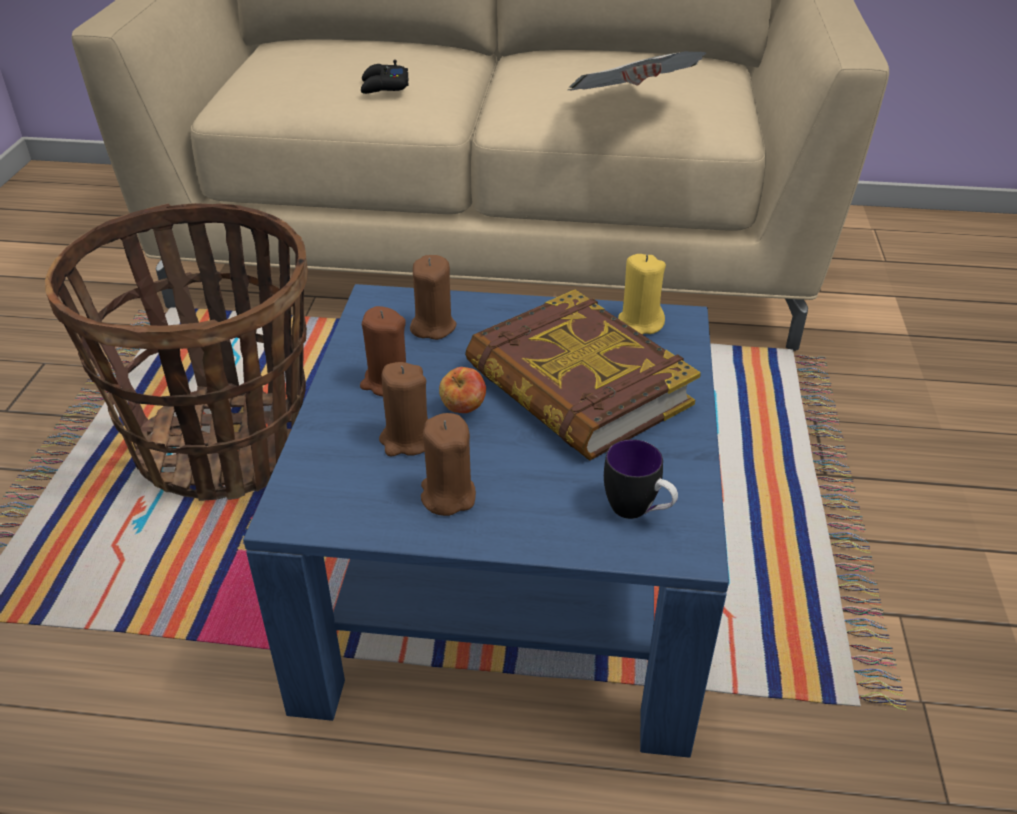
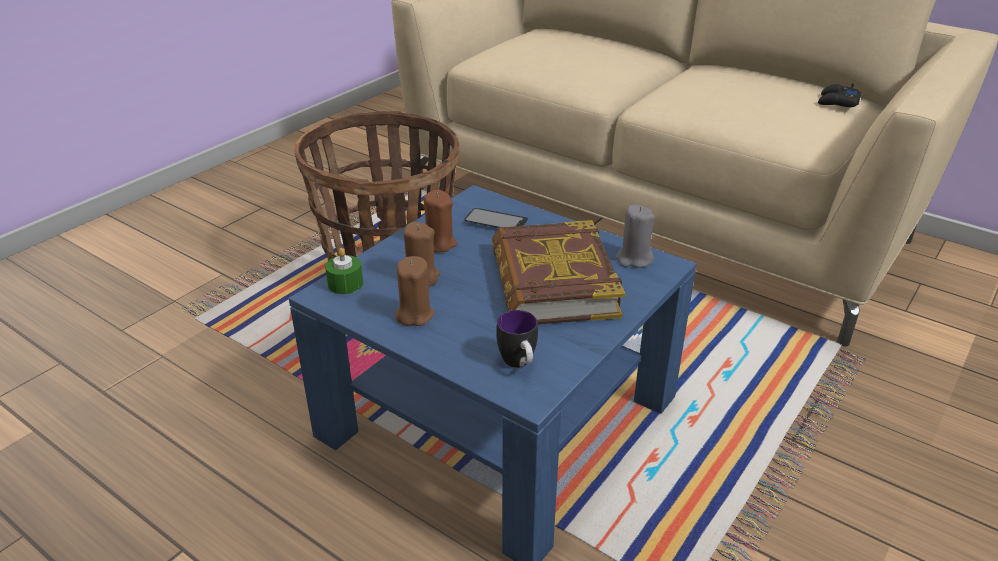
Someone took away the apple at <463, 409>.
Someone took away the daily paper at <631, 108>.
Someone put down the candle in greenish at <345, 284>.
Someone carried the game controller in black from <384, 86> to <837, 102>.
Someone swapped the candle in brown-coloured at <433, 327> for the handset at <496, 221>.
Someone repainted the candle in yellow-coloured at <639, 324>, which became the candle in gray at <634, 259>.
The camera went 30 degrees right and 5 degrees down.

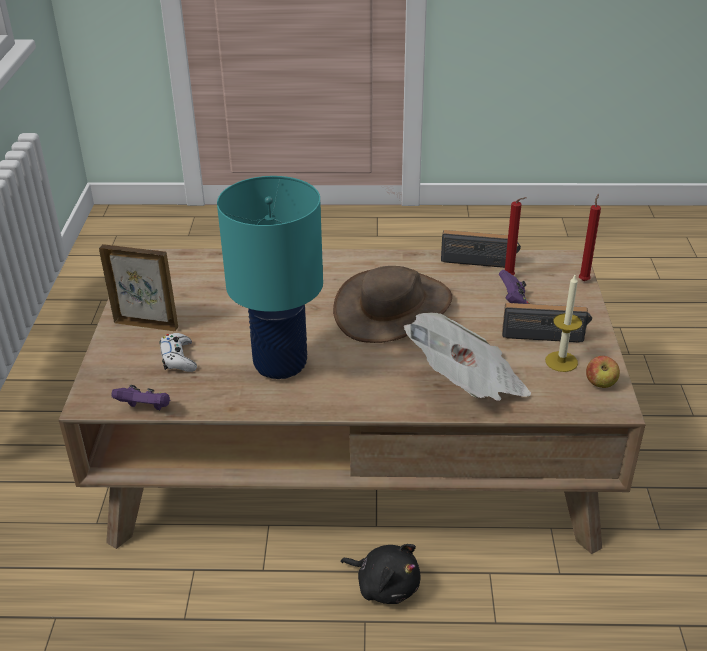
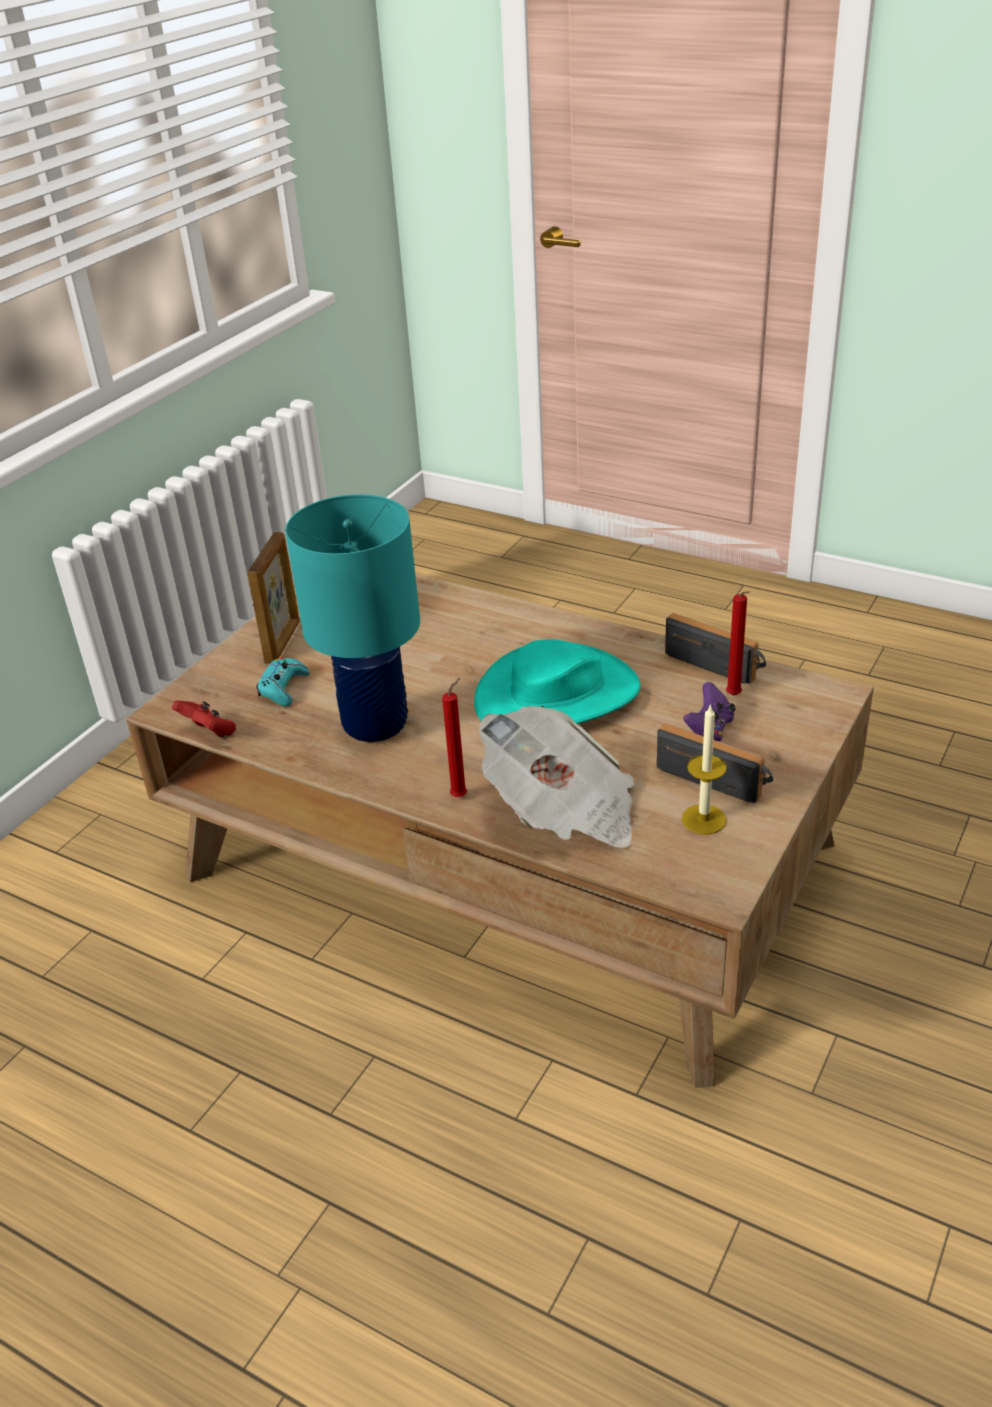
Someone took away the soft toy in black at <385, 585>.
Someone took away the apple at <600, 384>.
Someone carried the candle in reddish from <584, 280> to <461, 795>.
Someone repainted the game controller in purple-coloured at <145, 409>, which became the game controller in reddish at <209, 732>.
Someone repainted the game controller in white at <178, 358>, which became the game controller in turquoise-coloured at <283, 688>.
Someone repainted the hat in brown-coloured at <393, 308>, which became the hat in turquoise-coloured at <557, 695>.
Someone rotated the picture frame at <146, 324> by 60 degrees clockwise.
The camera went 30 degrees right and 0 degrees up.

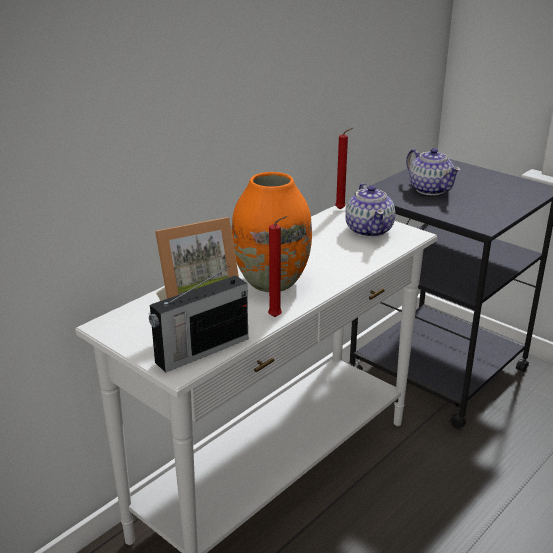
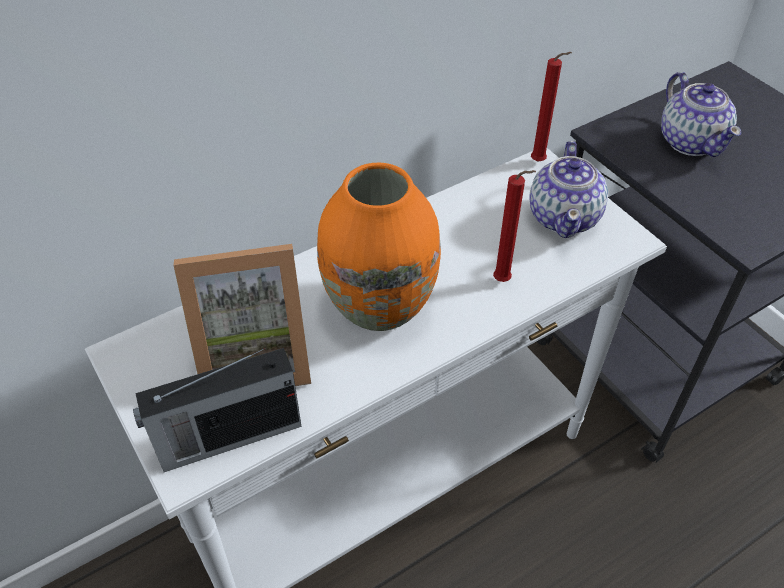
Someone carried the candle in reddish from <277, 317> to <504, 281>.
The camera went 15 degrees right and 20 degrees up.

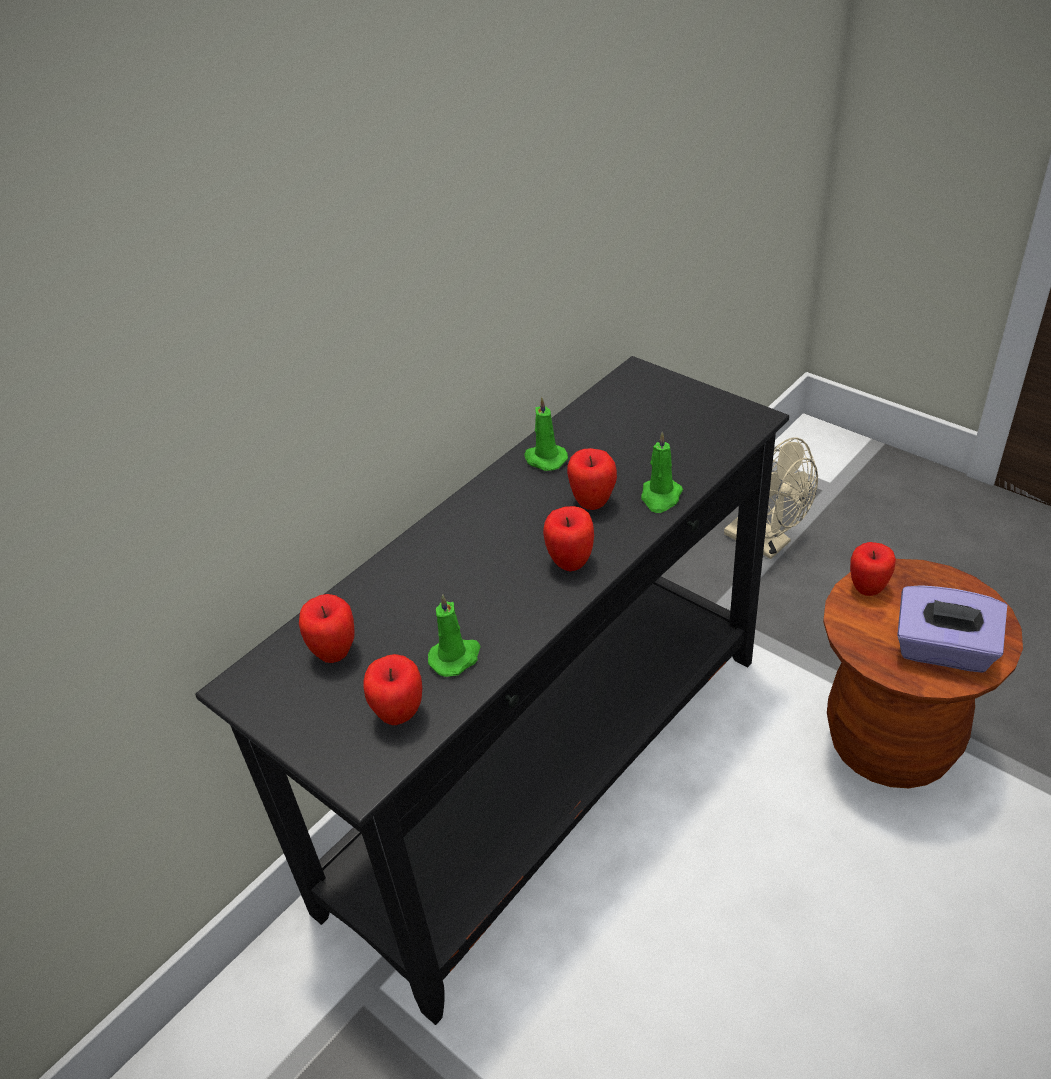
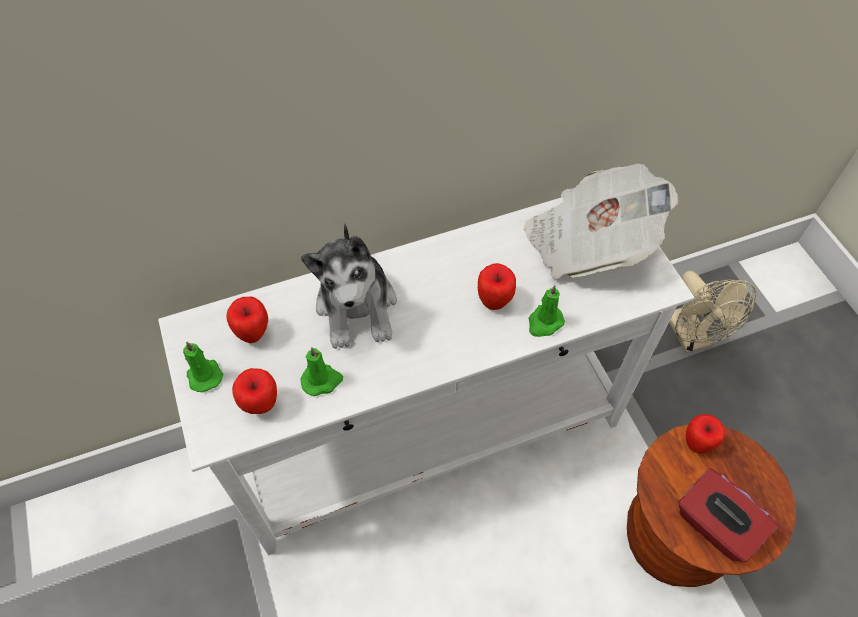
Someone took away the apple at <570, 562>.
Someone put down the soft toy at <357, 306>.
Someone put down the daily paper at <589, 243>.
Someone carried the candle in greenish from <544, 459> to <204, 374>.
Someone repainted the hall table in black at <549, 775>, which became the hall table in white at <430, 433>.
Someone repainted the tissue box in purple-coloured at <943, 650>, which became the tissue box in reddish at <715, 525>.
The camera went 25 degrees right and 15 degrees up.

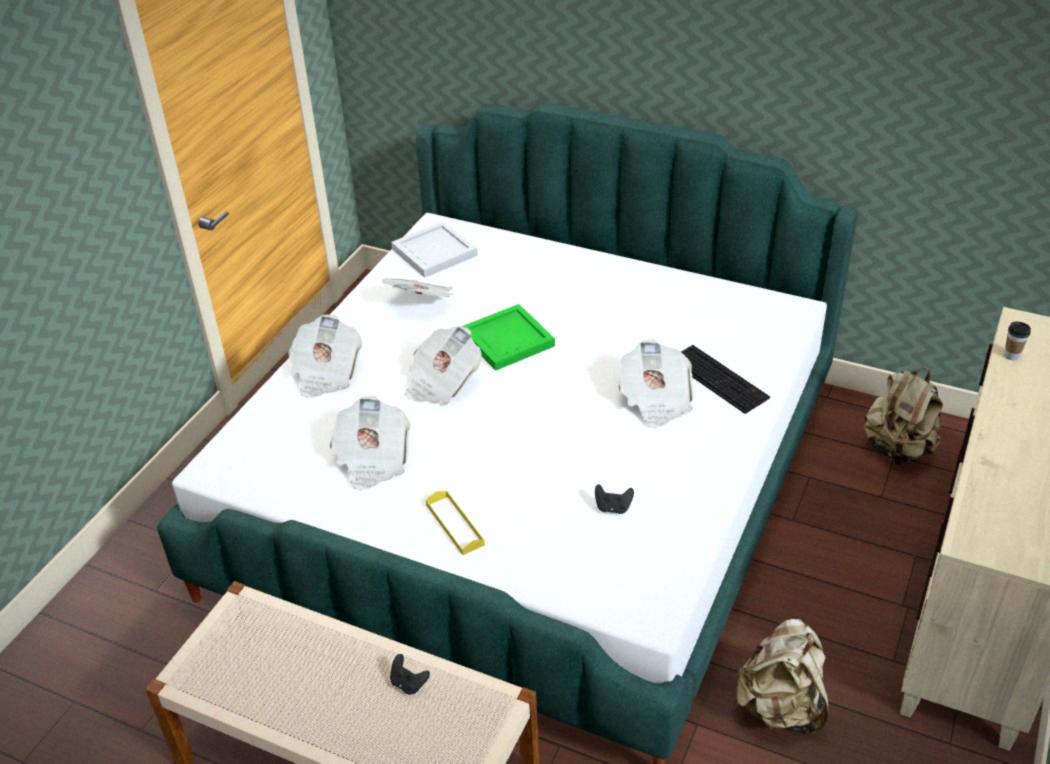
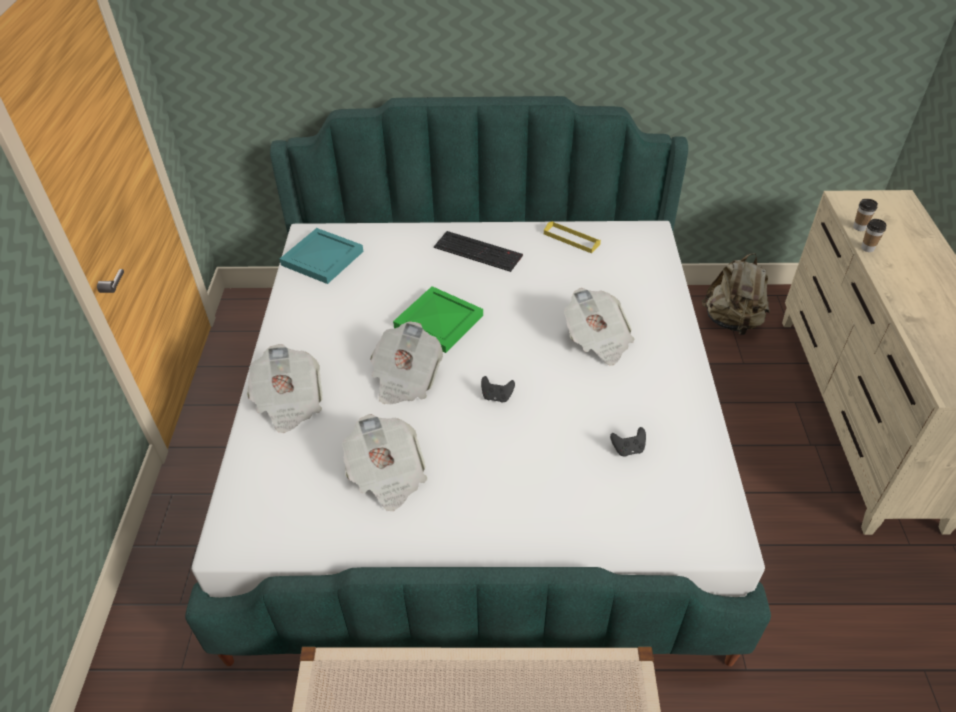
Someone took away the daily paper at <423, 302>.
Someone took away the knapsack in beige-coloured at <780, 706>.
Someone put down the drinking cup at <867, 248>.
Someone carried the game controller in black from <408, 683> to <497, 396>.
Someone carried the carrying tray in yellow-coloured from <455, 525> to <571, 239>.
Someone carried the keyboard from <720, 379> to <479, 251>.
Someone repainted the carrying tray in white at <434, 253>, which became the carrying tray in turquoise-coloured at <322, 259>.
The camera went 25 degrees left and 5 degrees up.

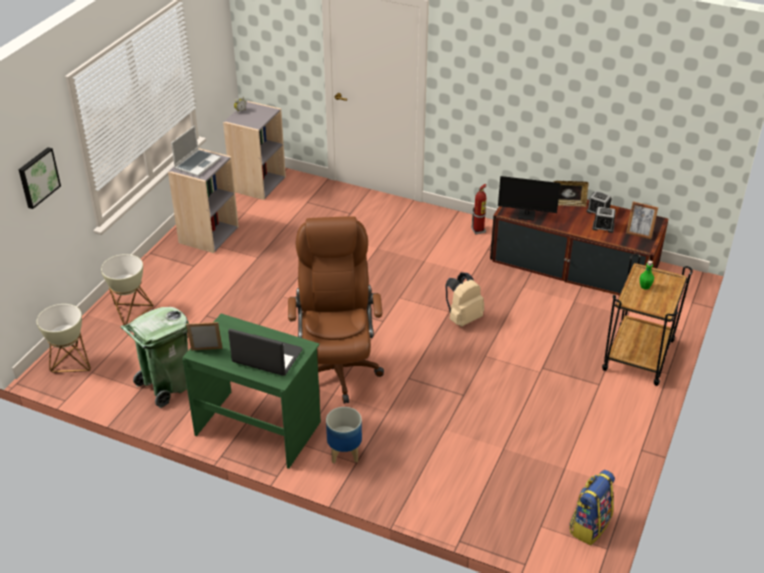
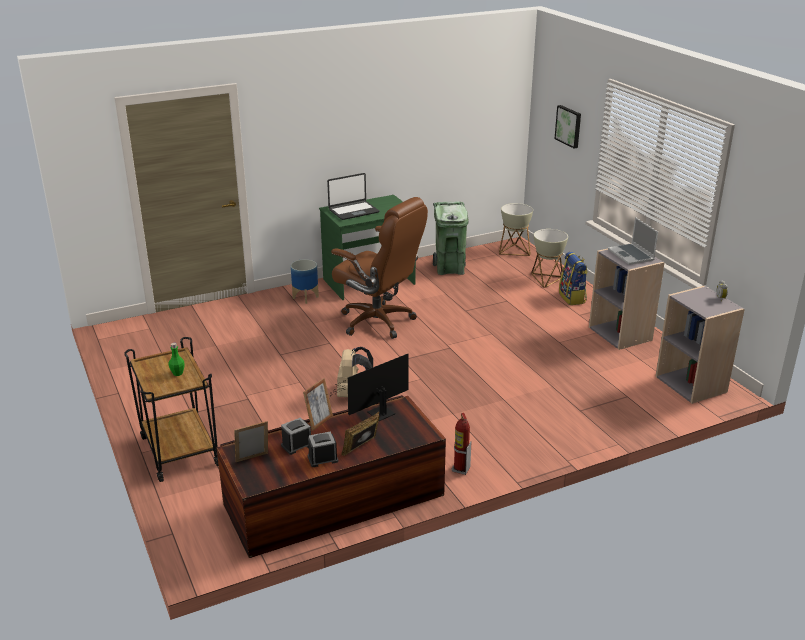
Someone carried the picture frame from <206, 352> to <319, 421>.
Someone carried the knapsack from <589, 525> to <572, 298>.
The camera went 130 degrees right and 10 degrees down.

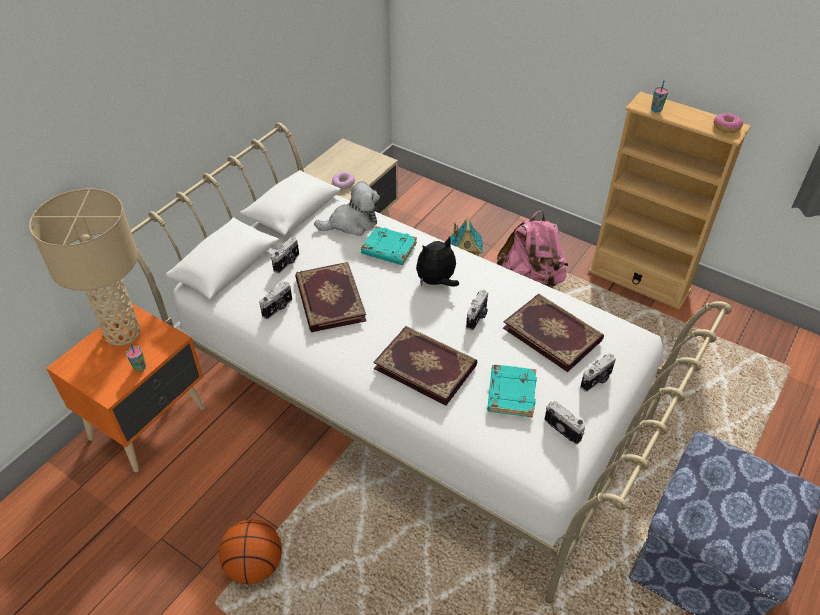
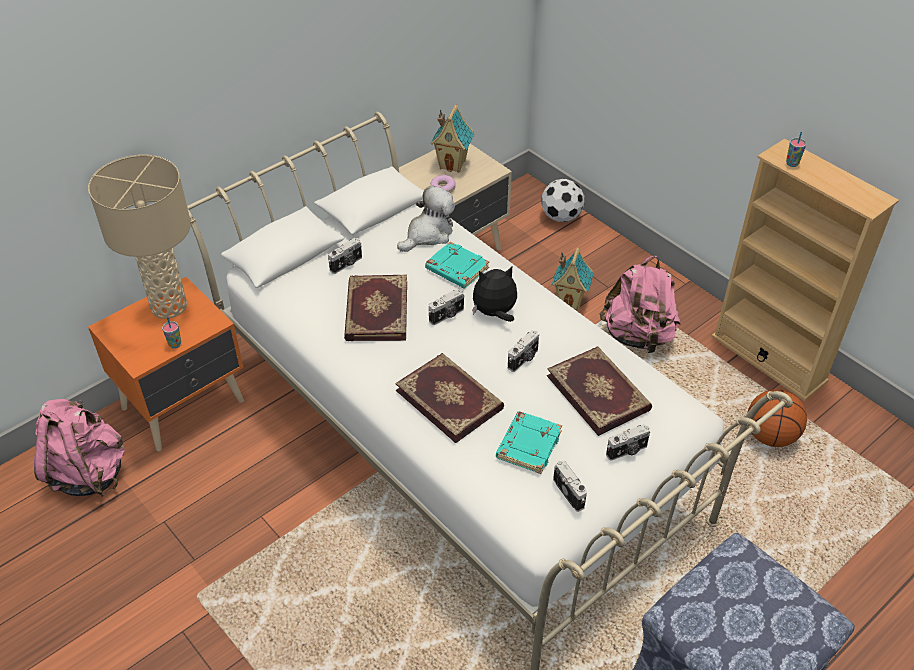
Someone took away the doughnut at <726, 127>.
Someone put down the knapsack in pink at <89, 472>.
Someone put down the miniature house at <453, 164>.
Someone put down the ball for football at <561, 217>.
Someone carried the basketball ball from <255, 565> to <770, 436>.
Someone carried the photo camera from <278, 308> to <447, 315>.
Someone rotated the soft toy at <352, 223> by 45 degrees counterclockwise.
The camera went 15 degrees right and 0 degrees up.

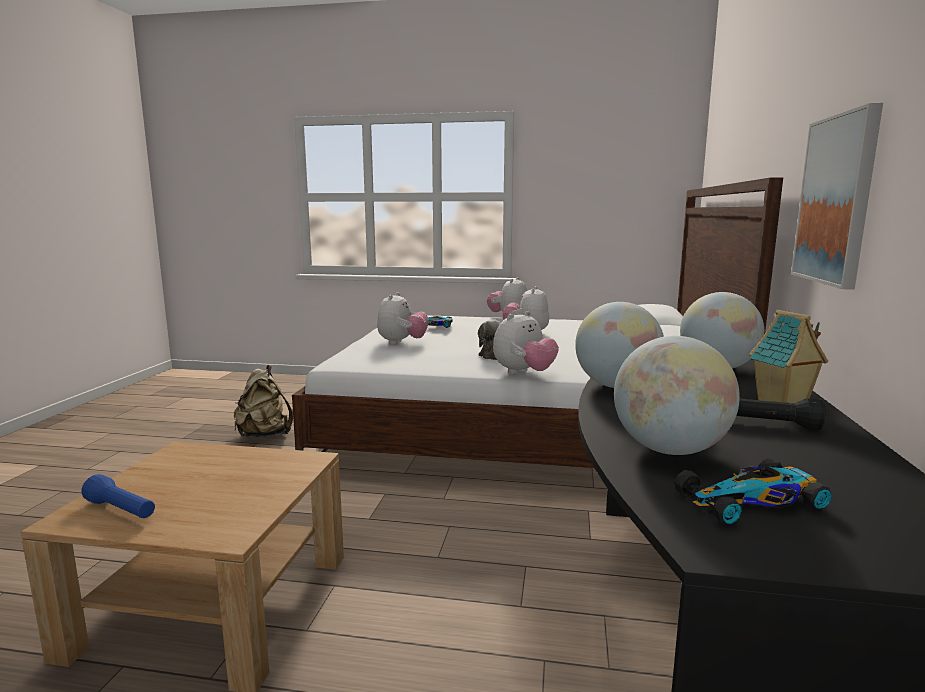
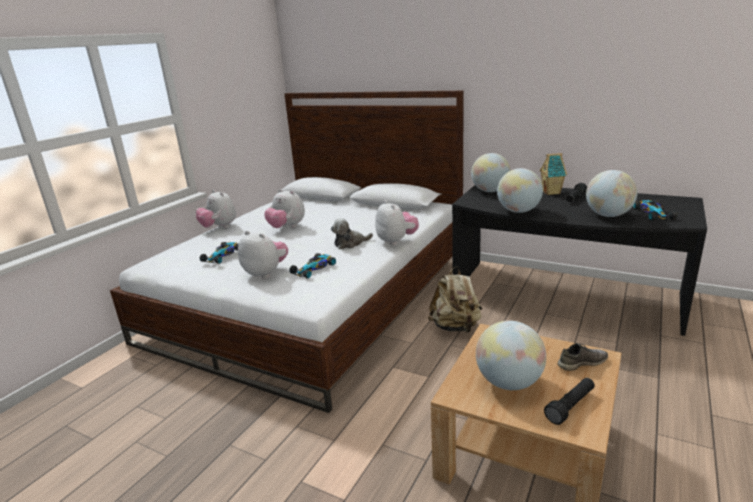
Someone took away the picture at <836, 200>.
Someone put down the model car at <314, 268>.
Someone put down the world globe at <509, 382>.
Someone put down the low shoe in gray at <581, 363>.
Someone carried the knapsack in beige-coloured from <264, 435> to <455, 327>.
Someone repainted the torch in bluish at <121, 510>, which became the torch in black at <570, 406>.
The camera went 70 degrees left and 10 degrees up.

